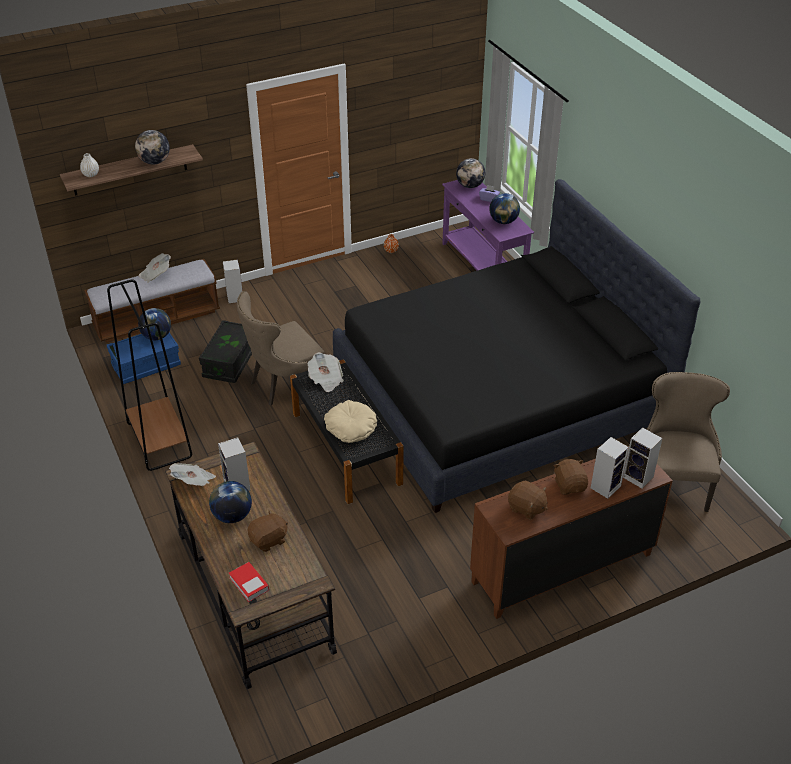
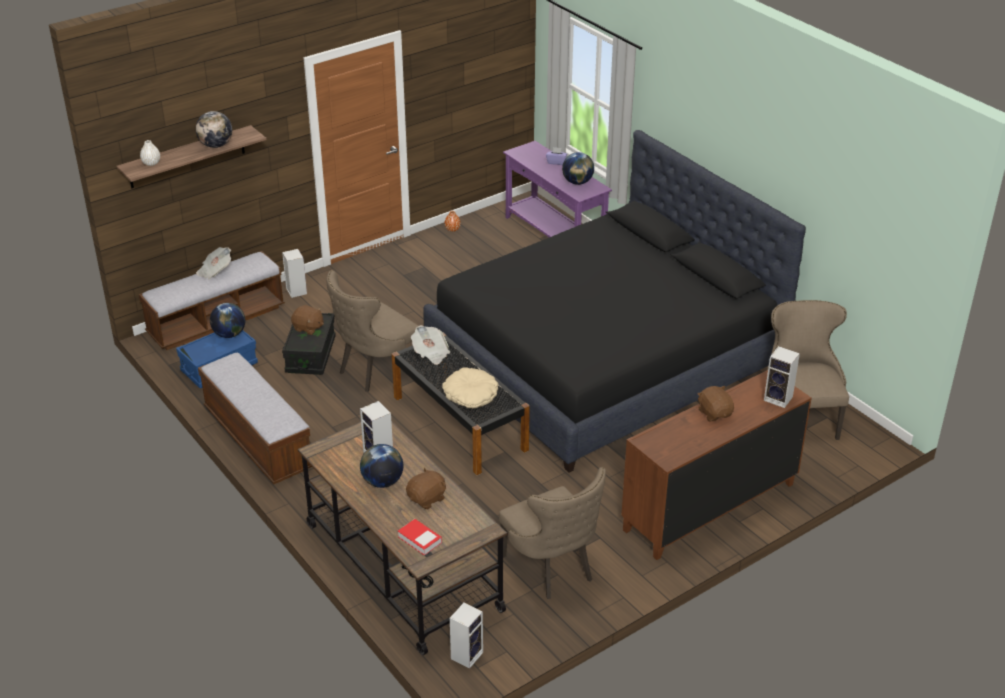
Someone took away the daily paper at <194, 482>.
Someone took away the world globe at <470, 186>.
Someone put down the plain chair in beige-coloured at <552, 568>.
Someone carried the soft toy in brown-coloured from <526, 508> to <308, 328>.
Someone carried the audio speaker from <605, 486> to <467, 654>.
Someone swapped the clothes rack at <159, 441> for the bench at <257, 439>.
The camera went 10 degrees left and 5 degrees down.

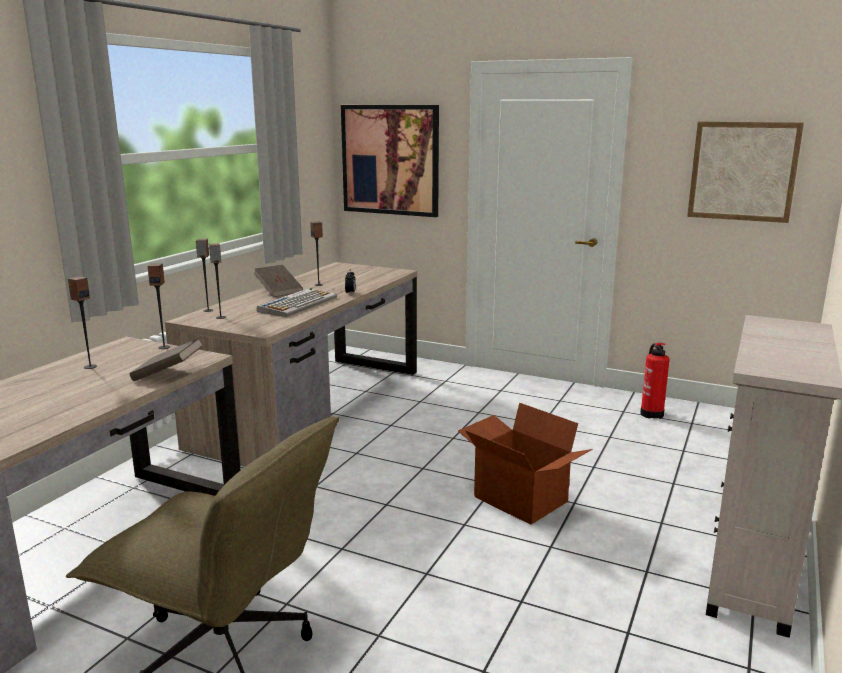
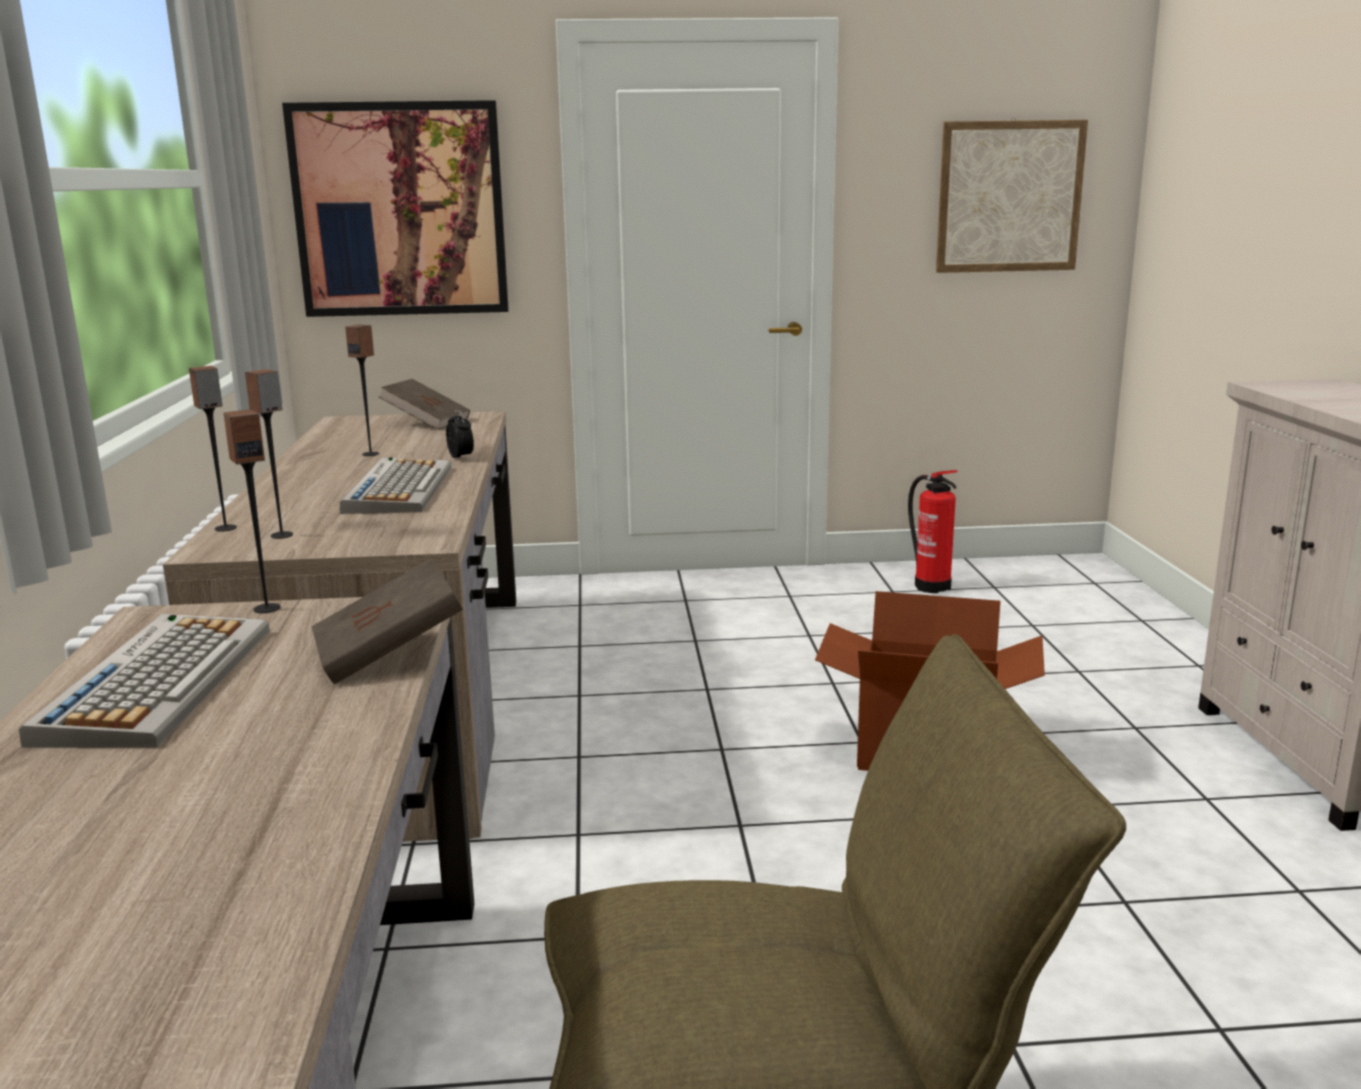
Someone carried the volume in brown-coloured from <279, 291> to <426, 422>.
Someone swapped the audio speaker at <90, 367> for the keyboard at <158, 681>.
The camera went 30 degrees left and 0 degrees up.

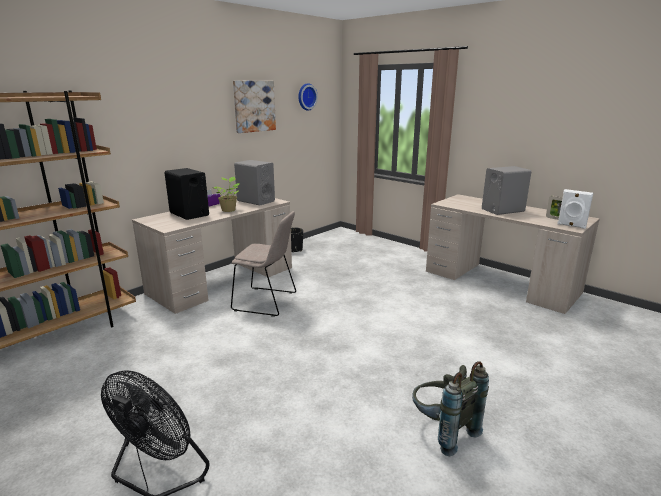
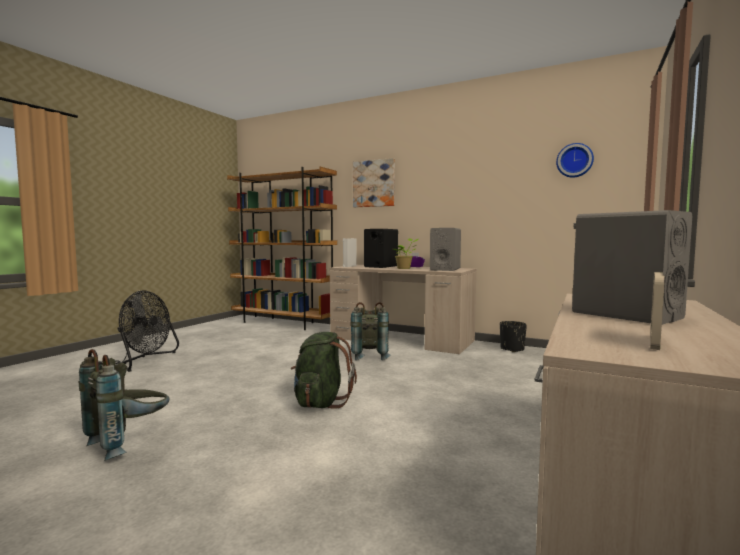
Someone put down the knapsack in greenish at <320, 402>.
Someone carried the picture from <254, 106> to <374, 183>.
Someone carried the audio speaker in white from <571, 226> to <349, 266>.
Someone swapped the plain chair in beige-coloured at <267, 302> for the knapsack in gray at <369, 356>.
The camera went 75 degrees right and 15 degrees down.

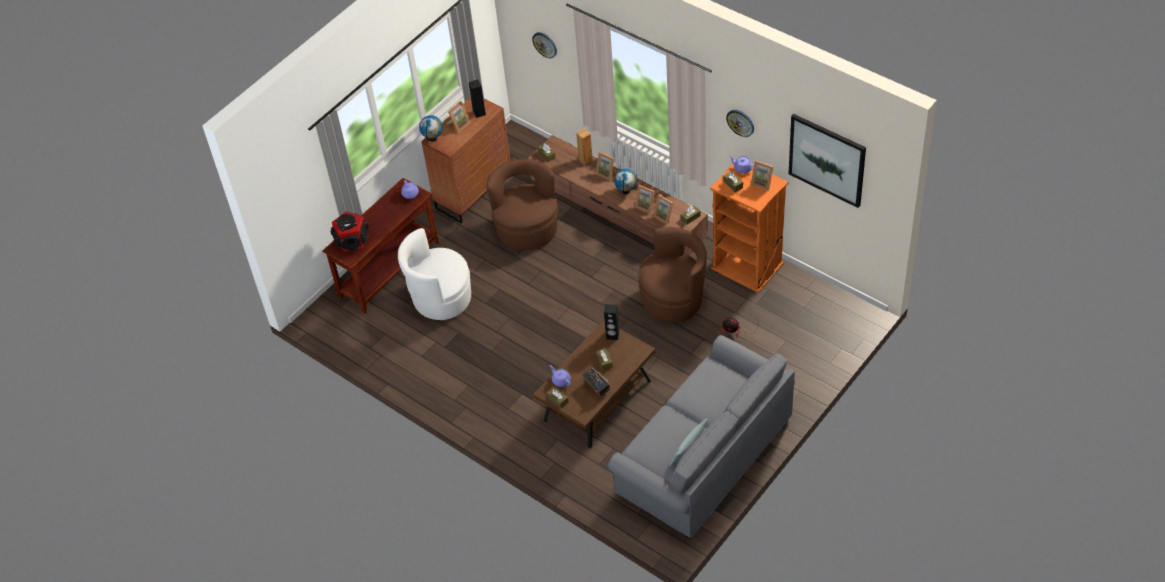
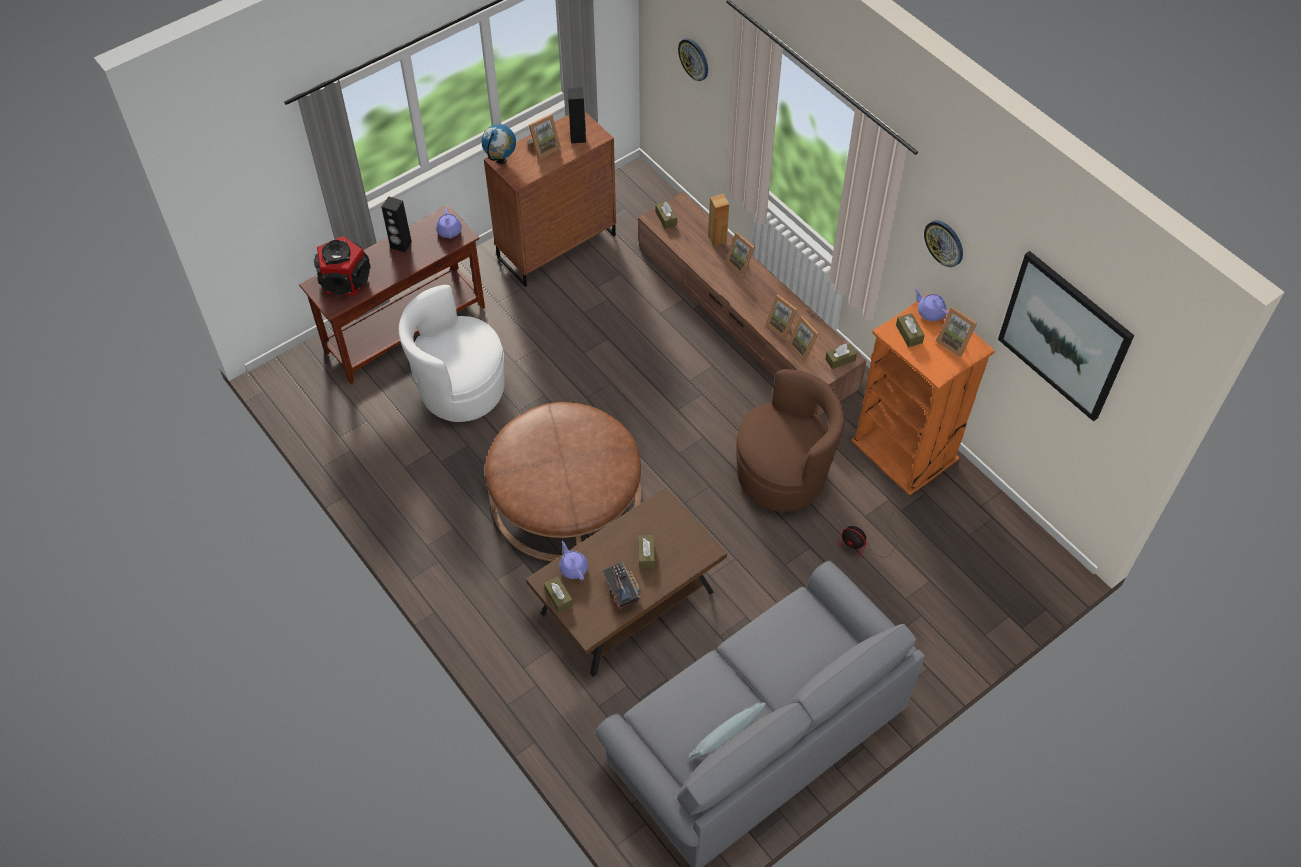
Someone took away the armchair in brown-coloured at <527, 229>.
Someone took away the world globe at <626, 191>.
Someone put down the pouffe in brown-coloured at <565, 496>.
Someone carried the audio speaker in black from <612, 335> to <400, 245>.
The camera went 10 degrees right and 5 degrees up.

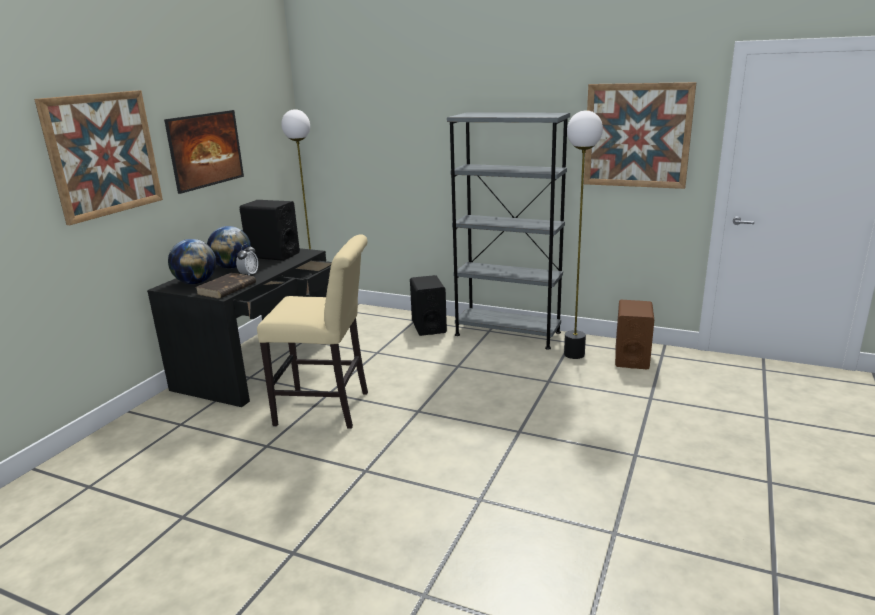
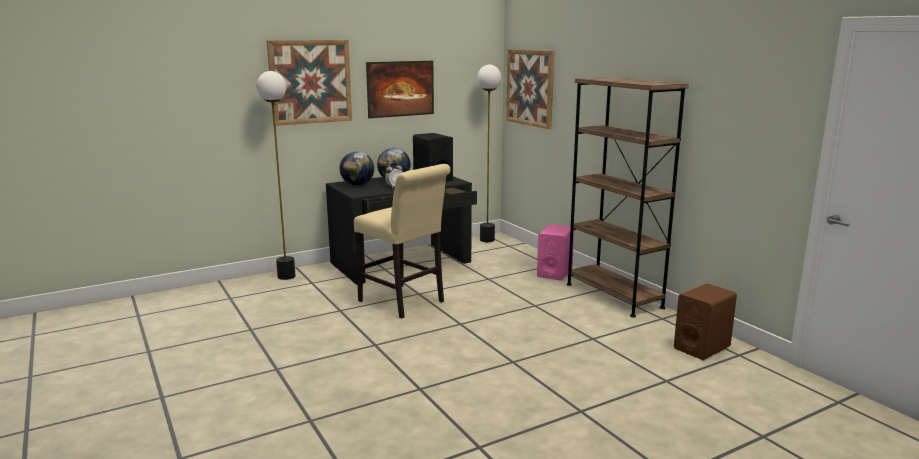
Someone took away the volume in brown-coloured at <226, 289>.
Someone carried the standard lamp from <574, 354> to <286, 276>.
Someone carried the picture from <637, 135> to <529, 87>.
Someone repainted the audio speaker in black at <428, 326>, which became the audio speaker in pink at <554, 273>.
Someone repainted the bookshelf in gray at <507, 333>, which became the bookshelf in brown-coloured at <613, 295>.
The camera went 35 degrees right and 5 degrees down.

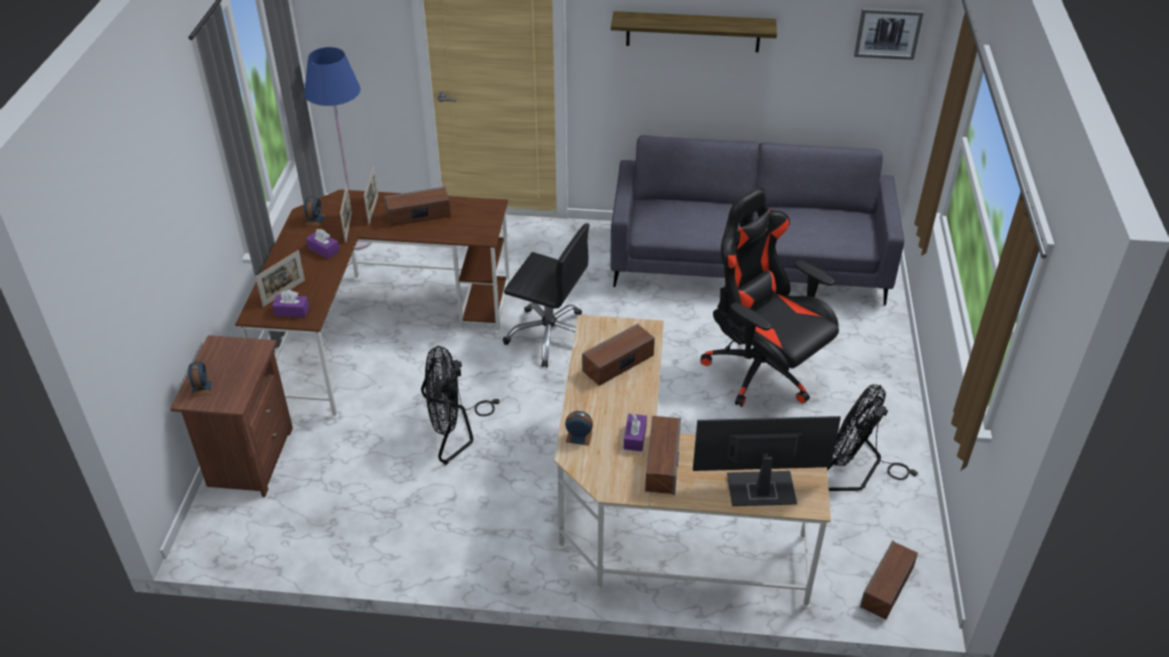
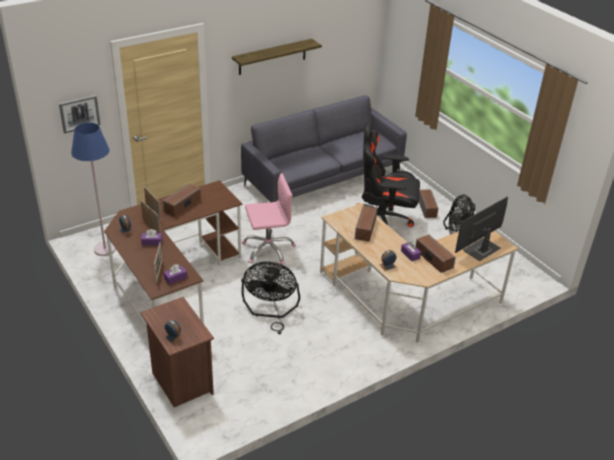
Someone carried the picture from <888, 33> to <79, 113>.
Someone carried the audio speaker from <887, 587> to <427, 208>.
Someone repainted the desk chair in black at <550, 335>, which became the desk chair in pink at <268, 249>.
Someone rotated the fan in black at <454, 425> by 150 degrees clockwise.
The camera went 40 degrees left and 5 degrees down.

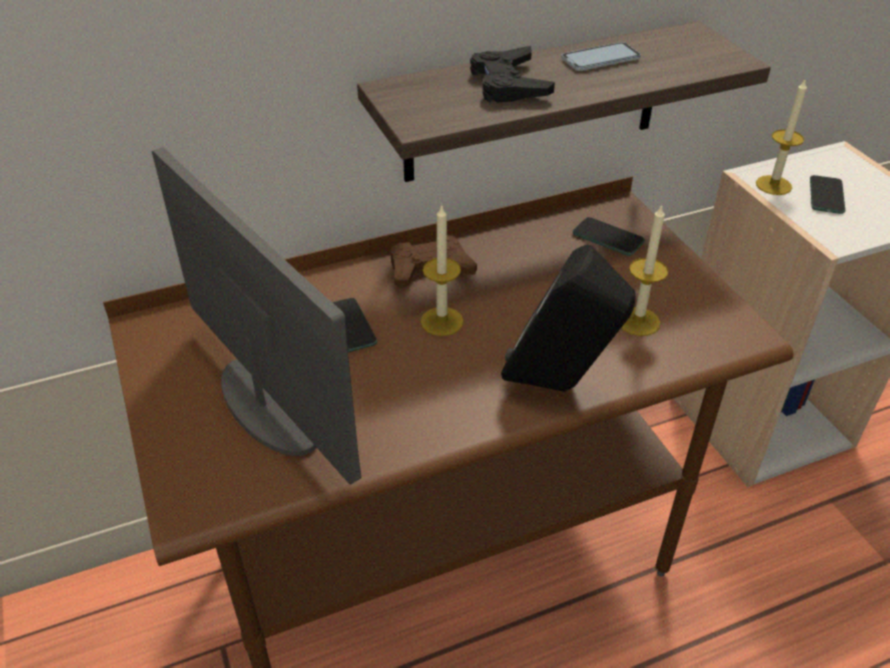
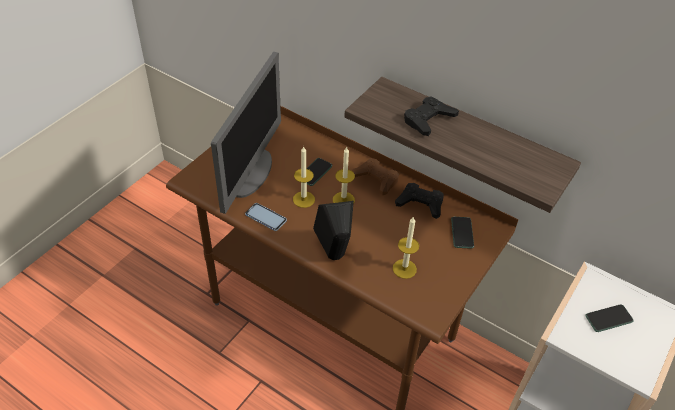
Someone put down the game controller in black at <420, 203>.
Someone carried the handset from <600, 59> to <266, 217>.
Someone carried the candle from <773, 185> to <303, 199>.
The camera went 55 degrees right and 5 degrees up.

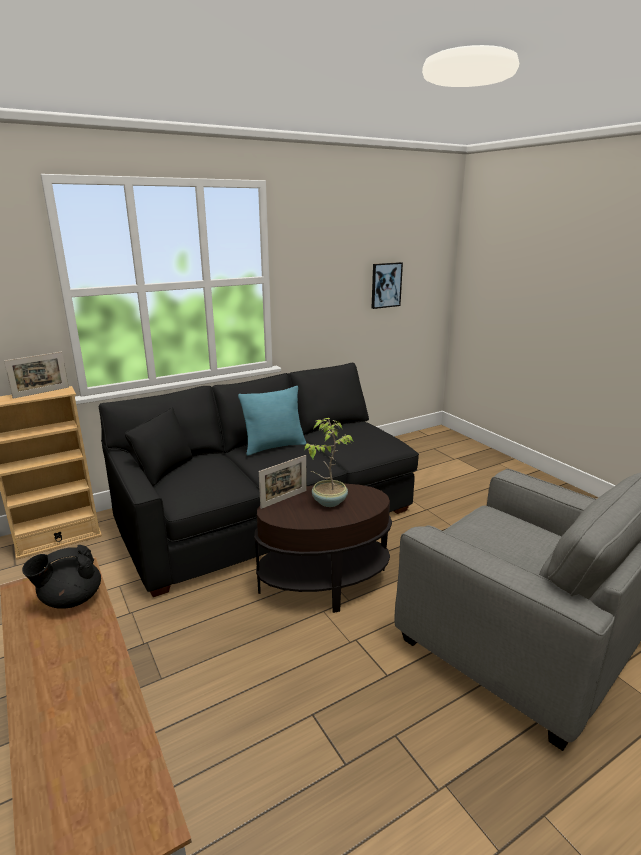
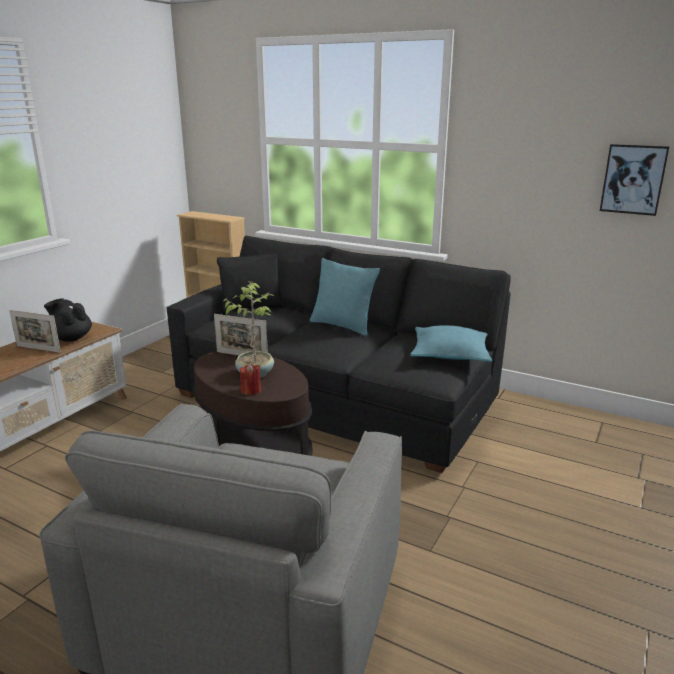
Someone put down the candle in reddish at <251, 390>.
Someone put down the throw pillow in turquoise-coloured at <450, 354>.
Someone carried the picture frame from <41, 392> to <38, 349>.
The camera went 60 degrees right and 0 degrees up.

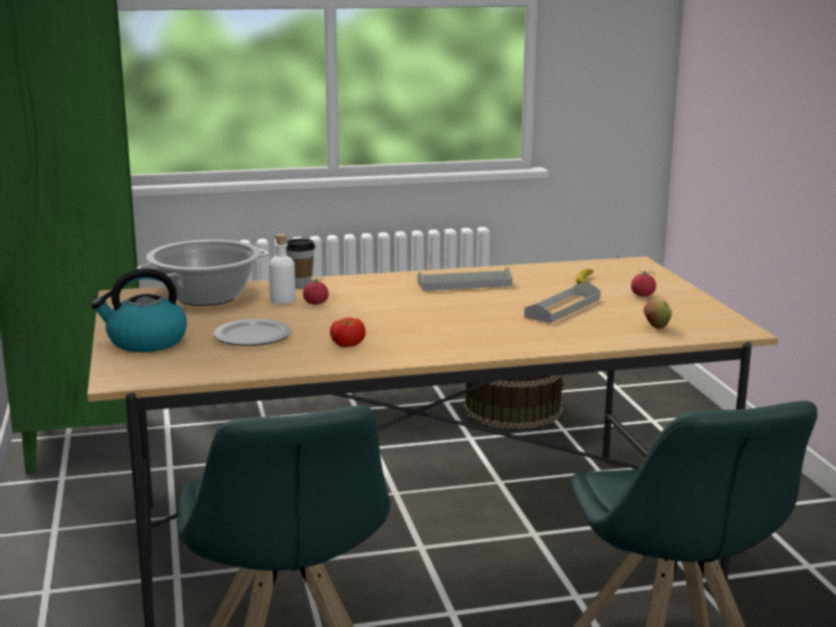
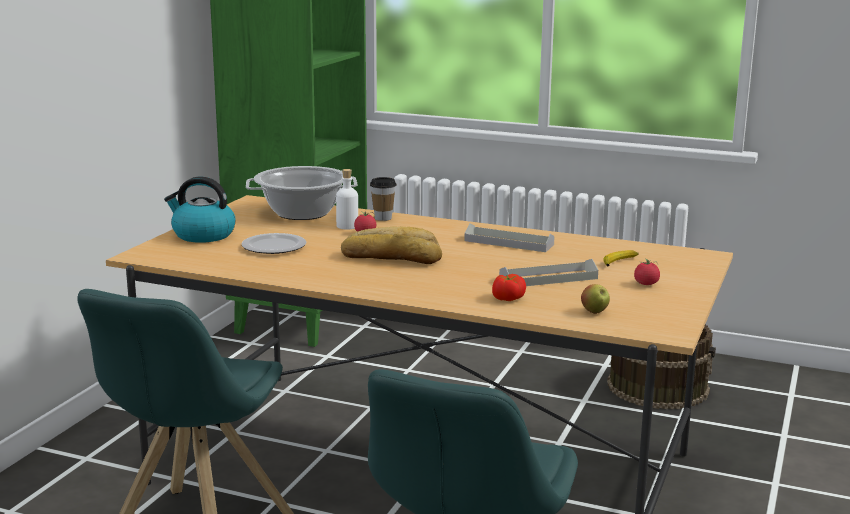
Someone put down the bread at <392, 257>.
Someone carried the tomato from <347, 344> to <507, 298>.
The camera went 35 degrees right and 0 degrees up.

